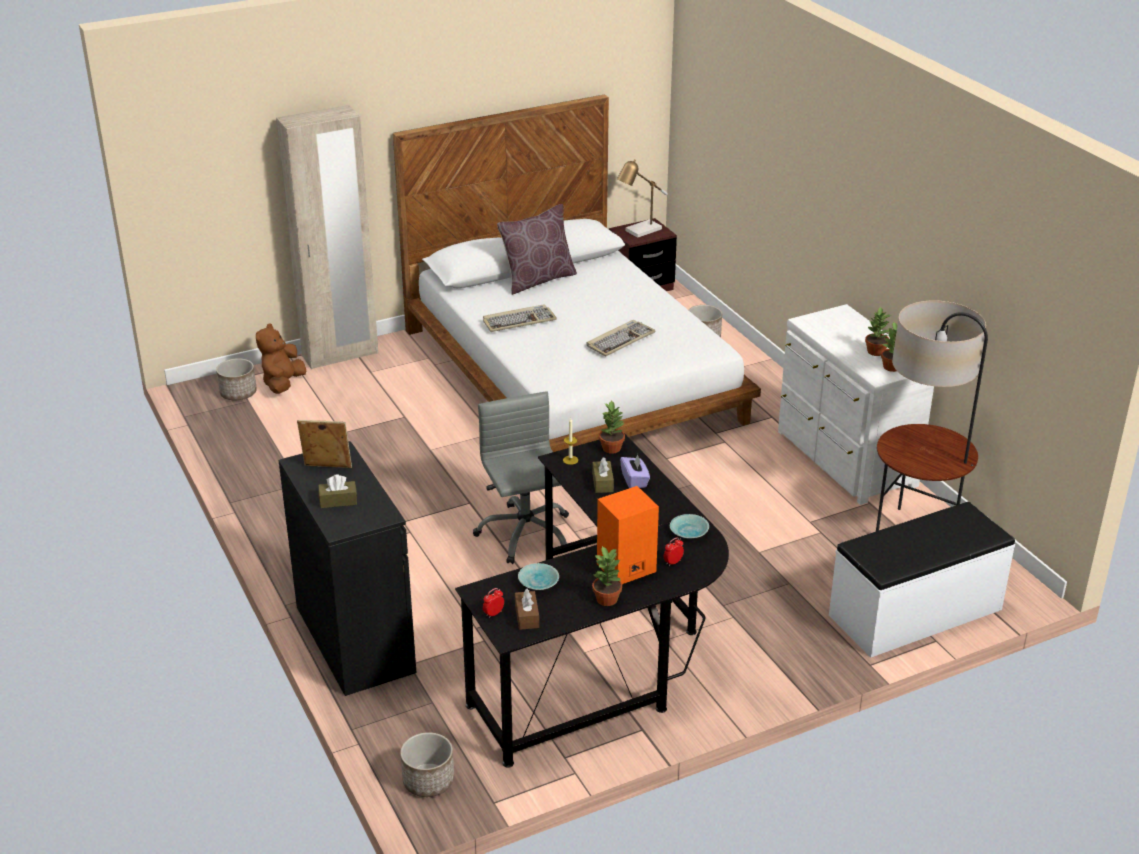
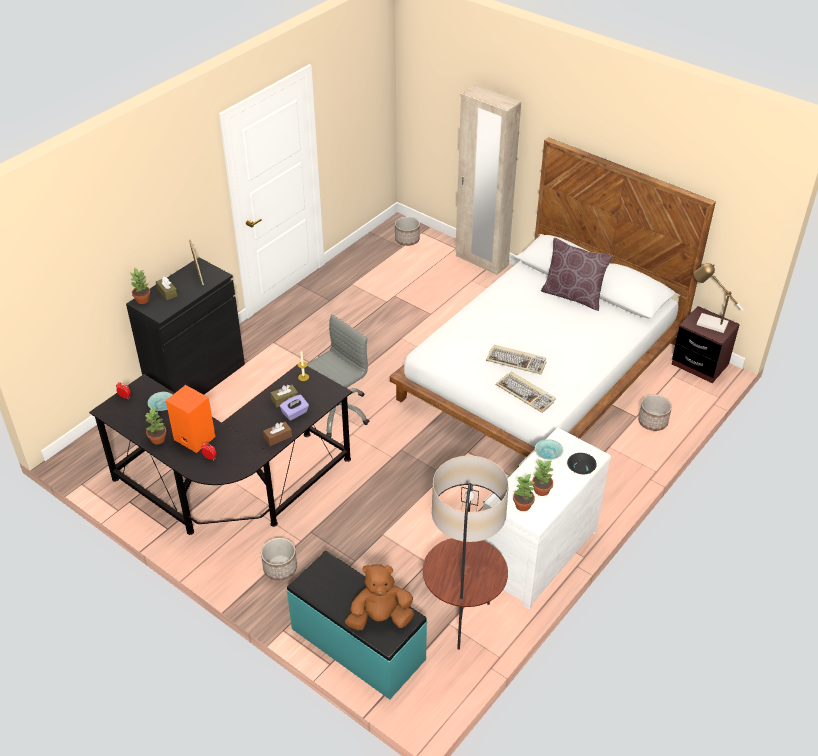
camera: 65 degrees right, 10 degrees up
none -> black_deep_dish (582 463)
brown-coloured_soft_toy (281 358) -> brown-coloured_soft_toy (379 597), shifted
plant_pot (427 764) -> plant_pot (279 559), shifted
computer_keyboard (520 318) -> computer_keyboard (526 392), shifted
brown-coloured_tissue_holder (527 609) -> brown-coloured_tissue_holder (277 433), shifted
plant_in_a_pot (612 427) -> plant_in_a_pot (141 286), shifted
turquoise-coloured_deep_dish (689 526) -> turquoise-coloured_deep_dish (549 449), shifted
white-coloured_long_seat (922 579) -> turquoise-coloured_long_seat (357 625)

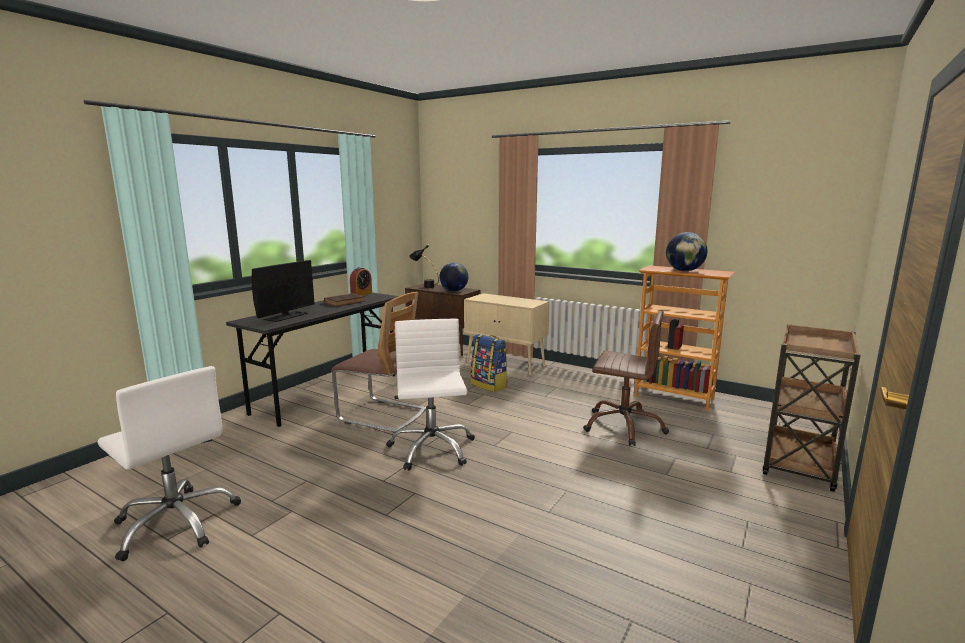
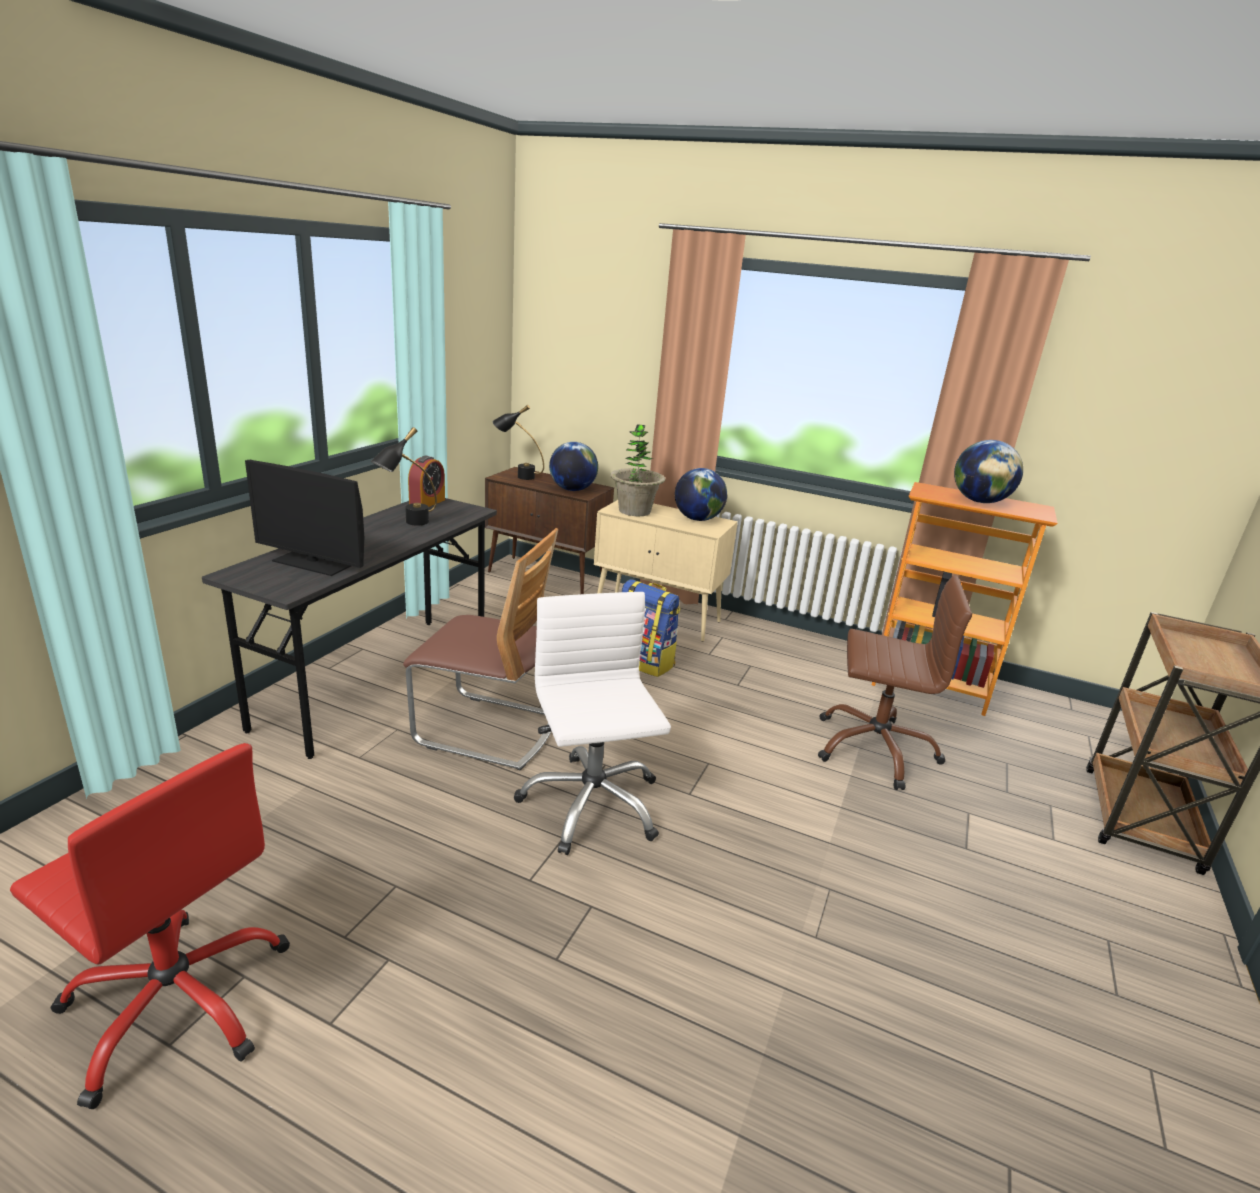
camera: 10 degrees left, 10 degrees up
none -> plant_in_a_pot (637 470)
none -> world_globe (701 494)
brown-coloured_volume (344 300) -> black_tabletop_lamp (404 476)
white-coloured_computer_chair (169 463) -> red-coloured_computer_chair (150 926)
computer_display (283 291) -> computer_display (304 518), 90 degrees clockwise

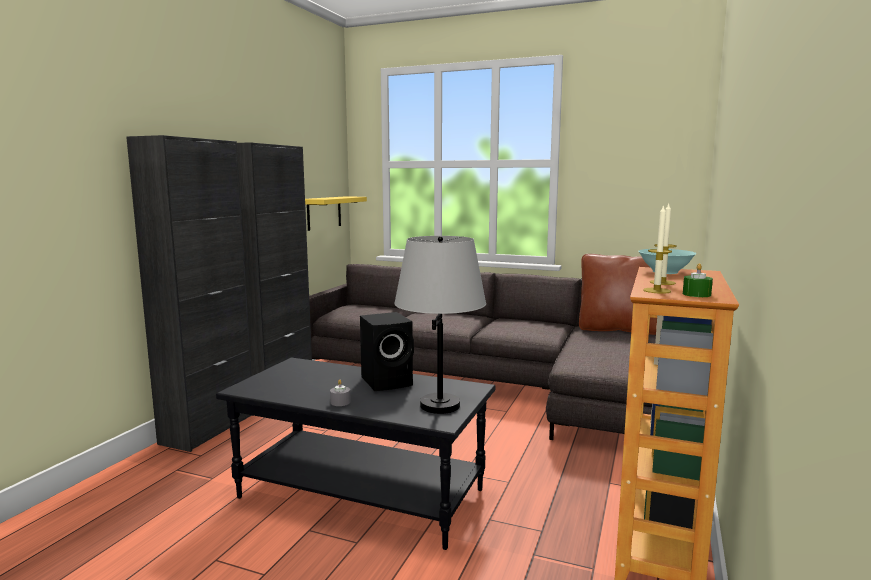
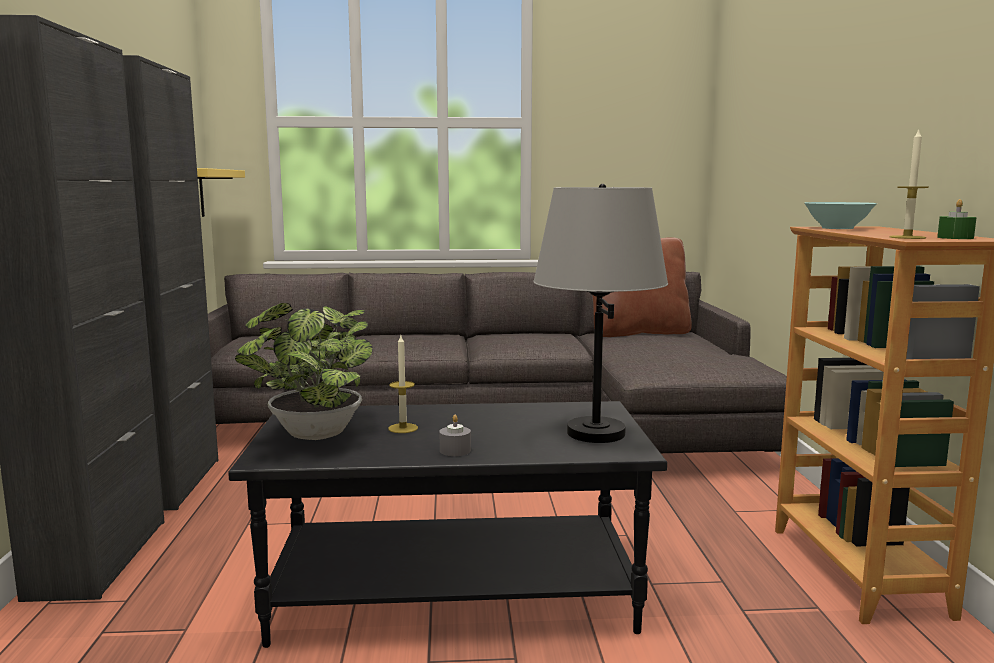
camera: 25 degrees left, 0 degrees up
black_loudspeaker (387 351) -> none
none -> plant_in_a_pot (304 371)
wax_light (663 244) -> wax_light (403 384), shifted

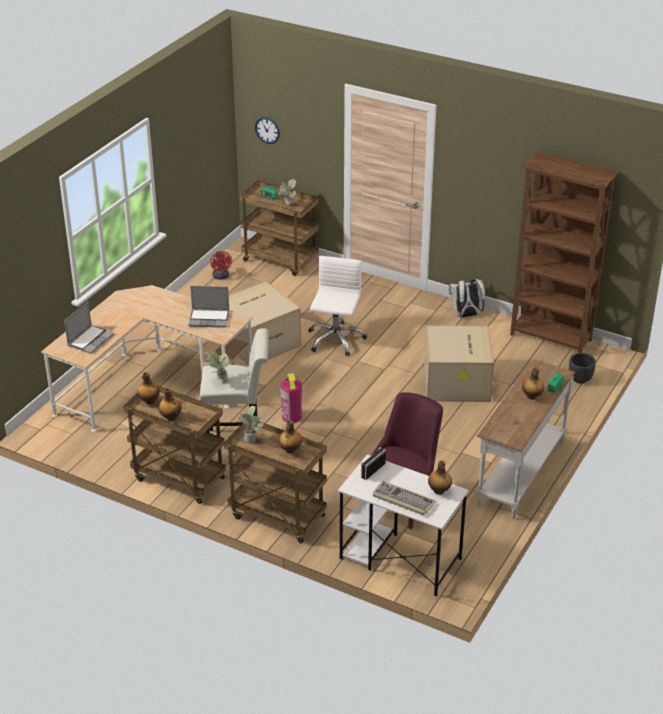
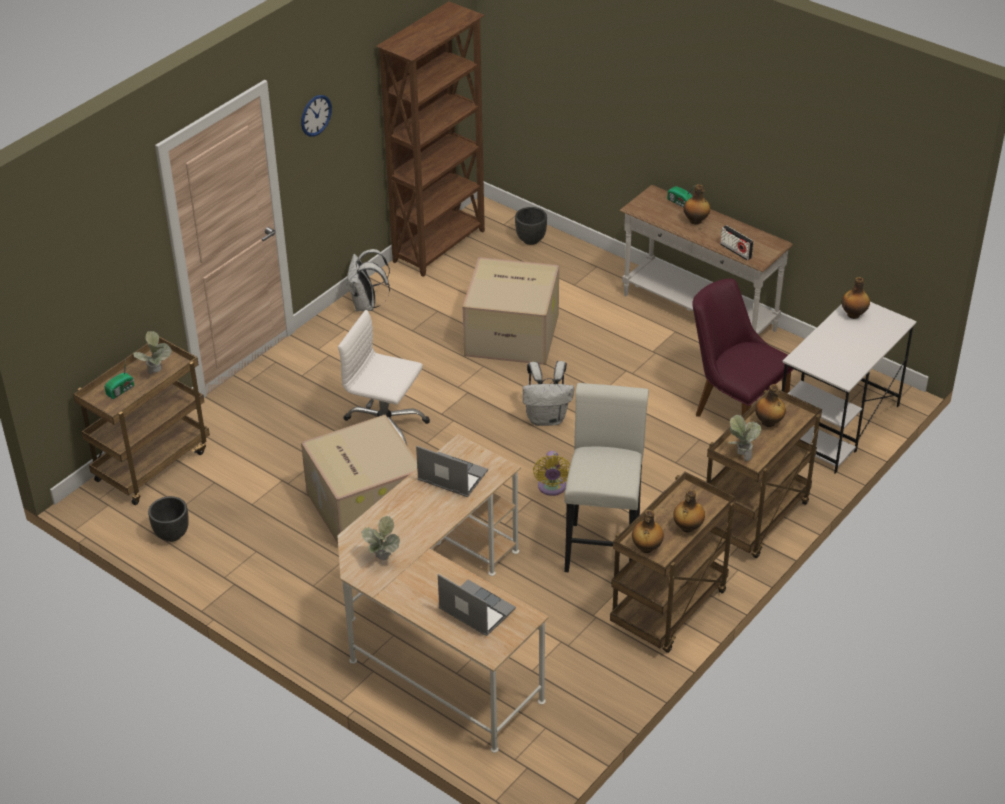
camera: 80 degrees left, 5 degrees up
computer_keyboard (404 498) -> none
none -> white-coloured_backpack (548 393)
plant_in_a_pot (218 367) -> plant_in_a_pot (380 538), shifted
clock_on_the_wall (267 130) -> clock_on_the_wall (316 116), shifted
radio (373 463) -> radio (737 243), shifted
red-coloured_fan (221 265) -> black_plant_pot (168 519)
fire_extinguisher (291 398) -> yellow_fan (551 473)
notebook_computer (209 307) -> notebook_computer (452 471), 75 degrees counterclockwise

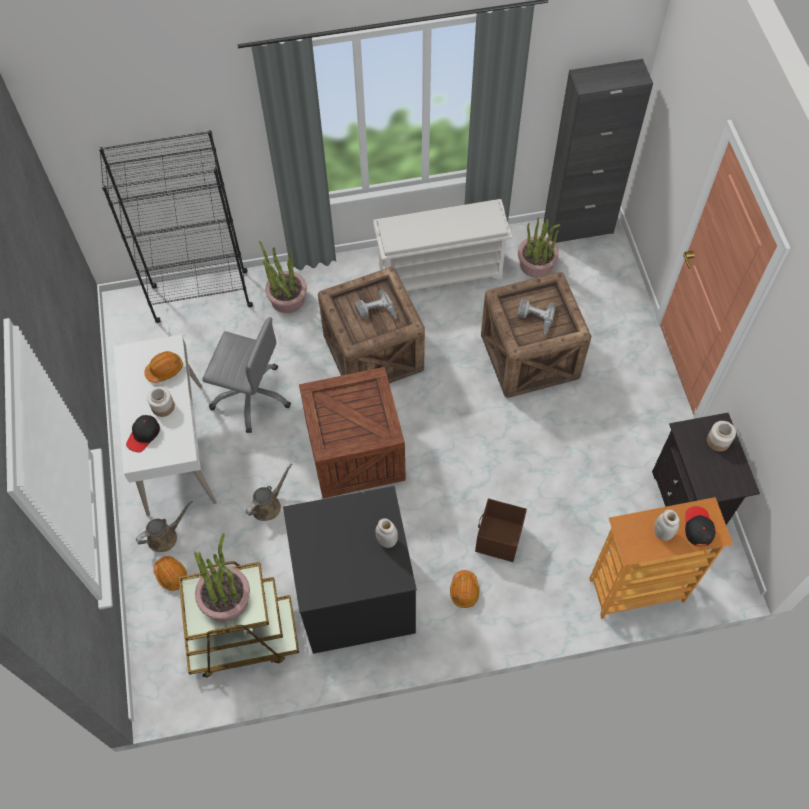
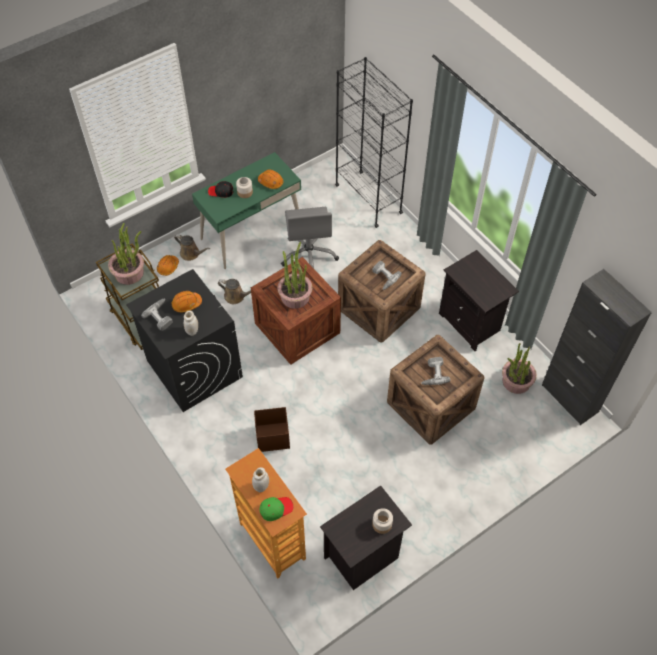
camera: 65 degrees right, 5 degrees down
none -> electric_drill (157 315)
plant_in_a_pot (283 277) -> plant_in_a_pot (294 275), shifted
orange-coloured_work_helmet (464 589) -> orange-coloured_work_helmet (187 301), shifted
white-coloured_shoe_stand (442 245) -> black_bedside_table (479 300)
white-coloured_desk_table (165 425) -> green-coloured_desk_table (246 210)
black_cap (700 526) -> green-coloured_cap (276 509)

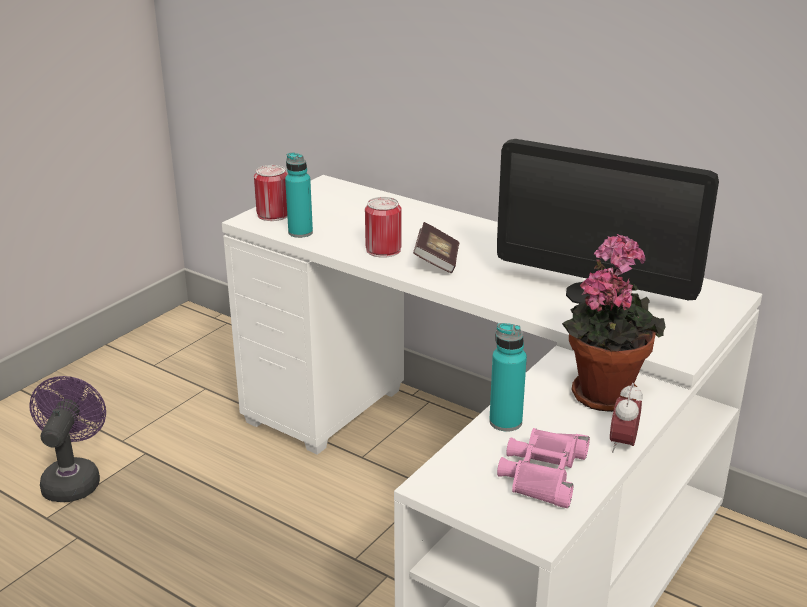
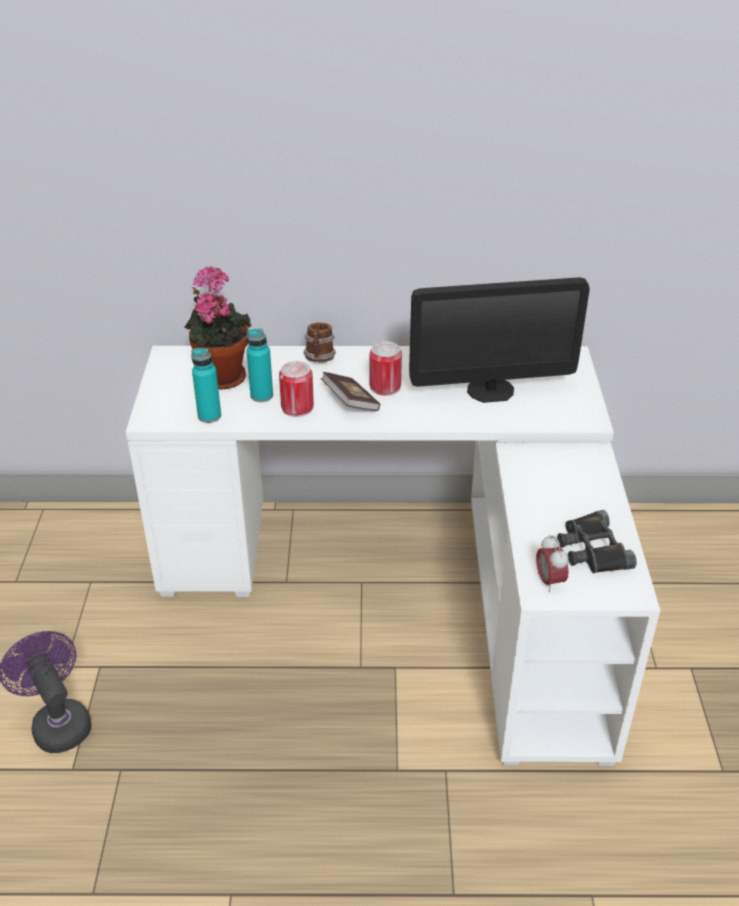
camera: 35 degrees left, 10 degrees up
none -> tea_mug (319 342)
can (271 193) -> can (385 368), shifted
turquoise-coloured_bottle (508 377) -> turquoise-coloured_bottle (260 365), shifted
plant_in_a_pot (614 323) -> plant_in_a_pot (218 328), shifted
bedside_clock (626 418) -> bedside_clock (552 564), shifted
pink_binoculars (543 468) -> black_binoculars (597 541)

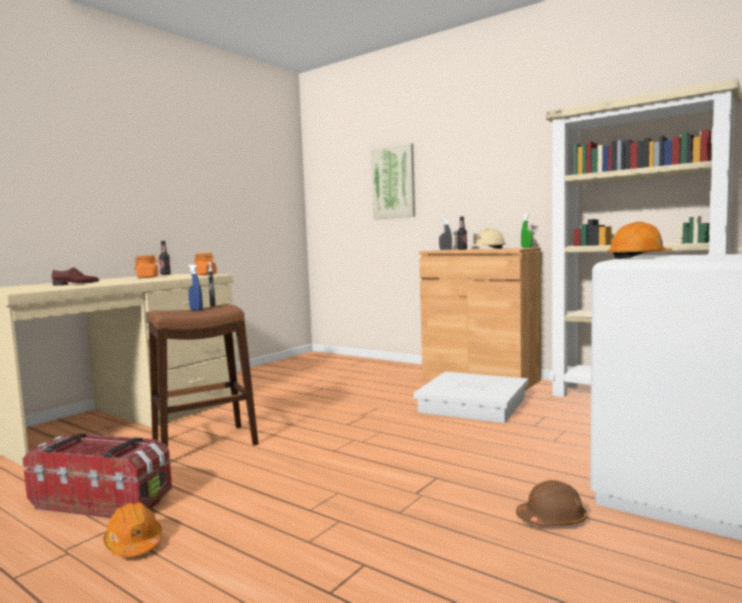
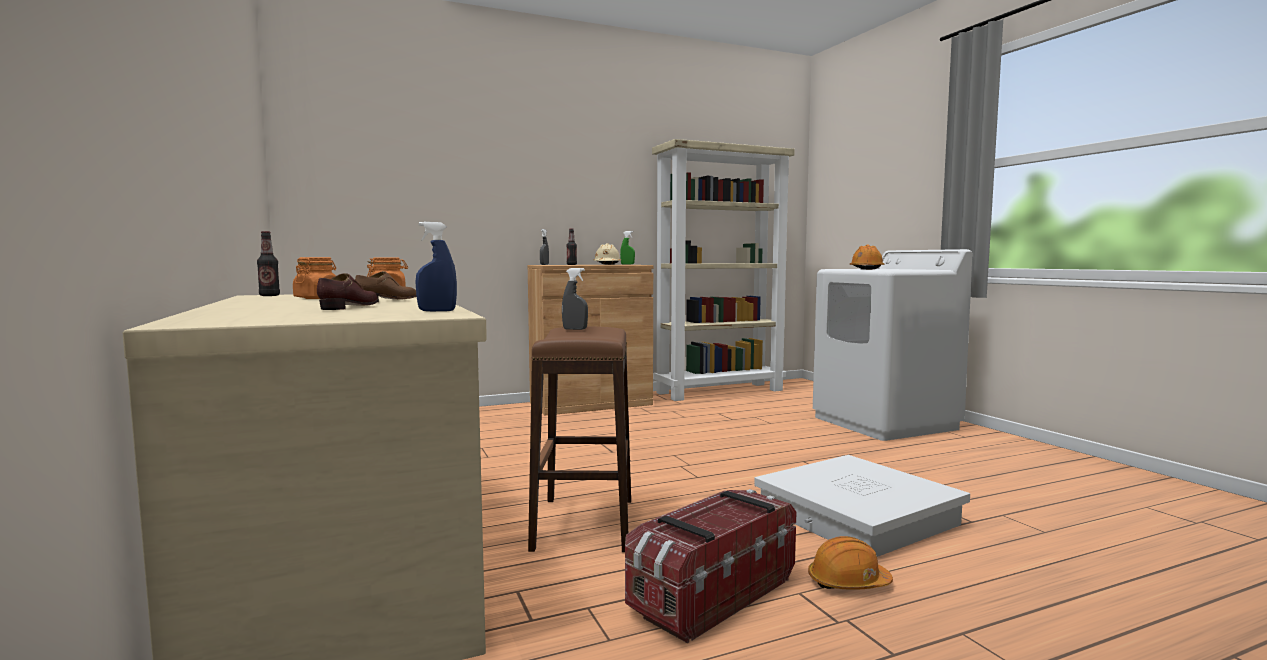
camera: 60 degrees left, 0 degrees up
wall_art (393 181) -> none
brown-coloured_work_helmet (551 503) -> none
none -> brown-coloured_shoe (386 286)
blue_hand_sprayer (195 287) -> blue_hand_sprayer (436 266), shifted
white-coloured_storage_bin (470 397) -> white-coloured_storage_bin (862 506), shifted

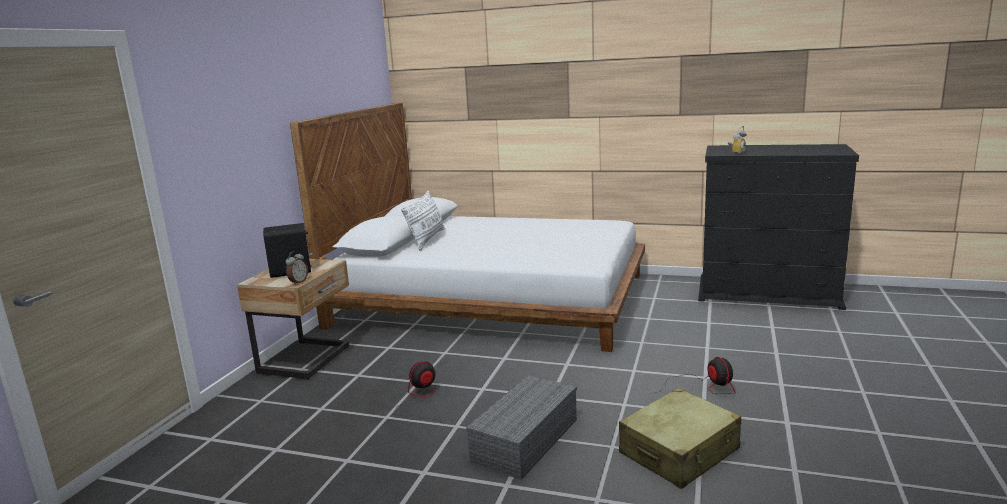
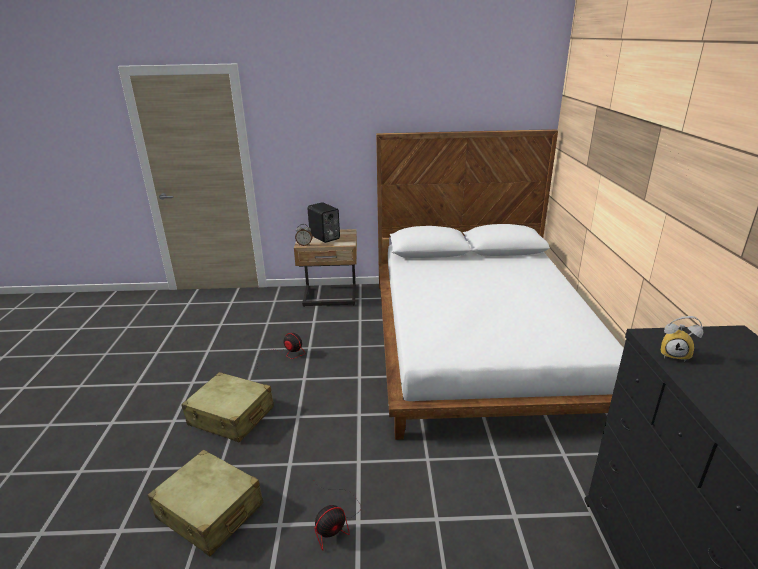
camera: 70 degrees right, 10 degrees up
white-coloured_cushion (423 221) -> none
grey_storage_bin (521 427) -> beige_piece_of_luggage (227 407)

